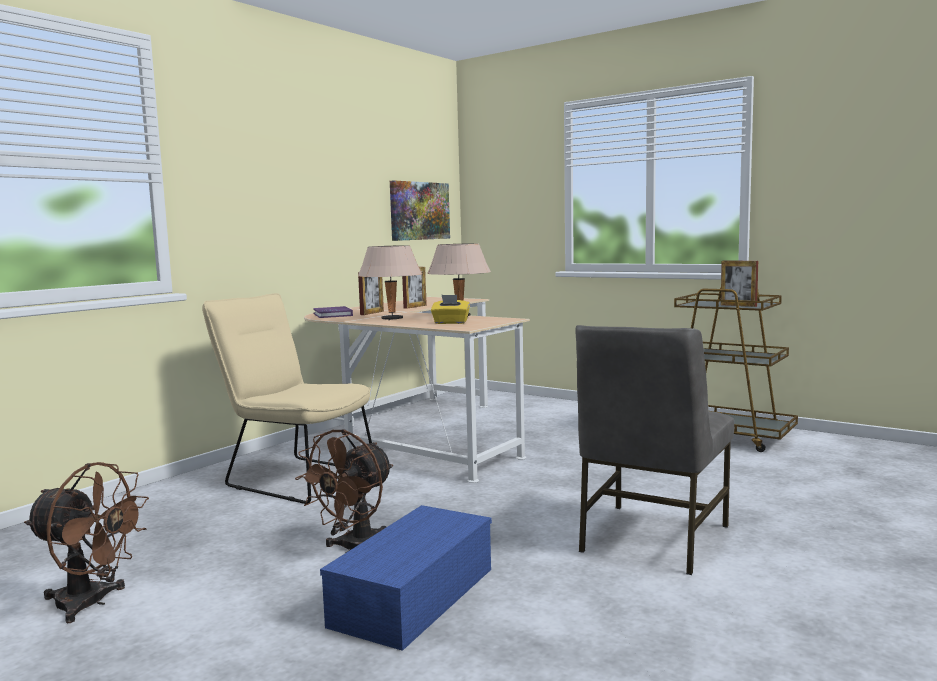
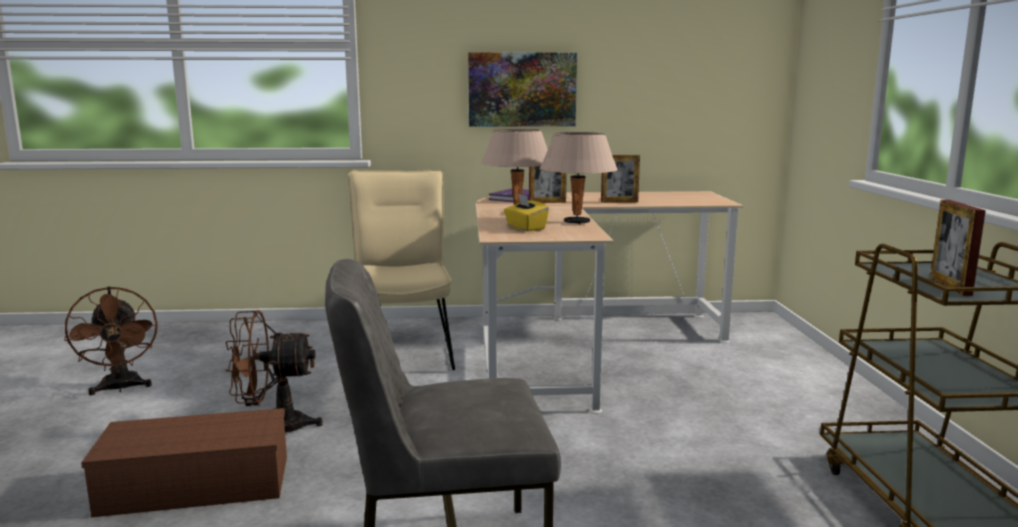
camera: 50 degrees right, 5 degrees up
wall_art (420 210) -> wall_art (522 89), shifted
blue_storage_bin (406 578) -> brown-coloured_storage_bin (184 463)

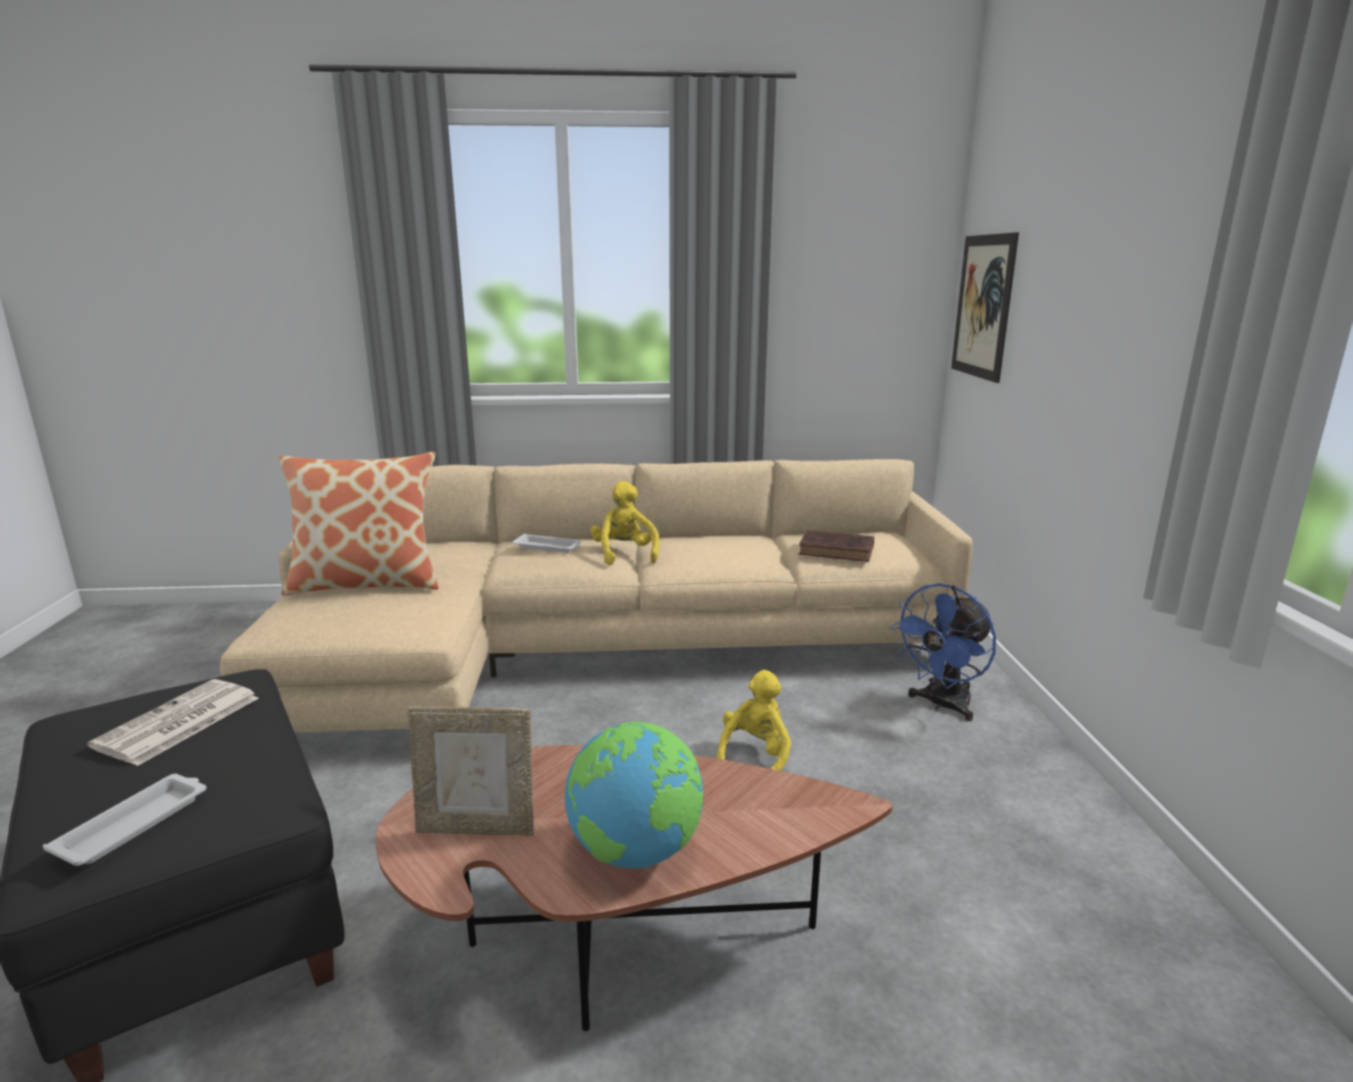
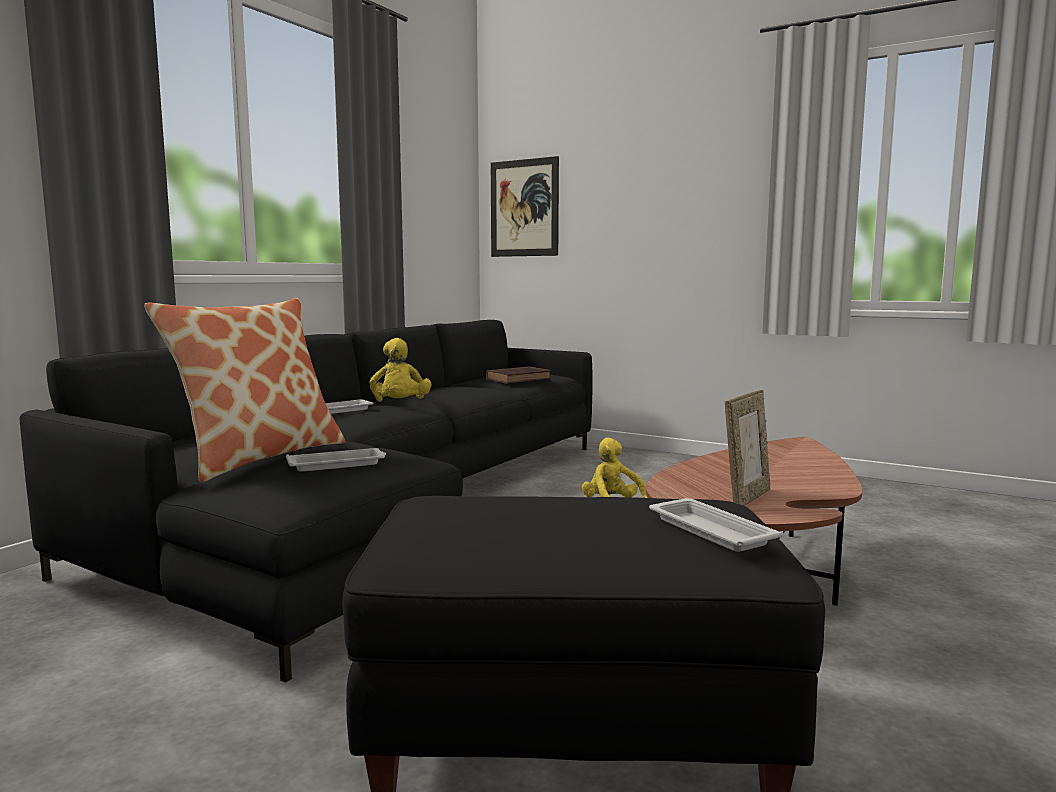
camera: 55 degrees left, 10 degrees down
daily_paper (173 722) -> none
world_globe (634 795) -> none
blue_fan (943 652) -> none
none -> white-coloured_tray (336 460)
beige_settee (596 595) -> black_settee (306 501)
yellow_soft_toy (625 523) -> yellow_soft_toy (400 370), 120 degrees counterclockwise

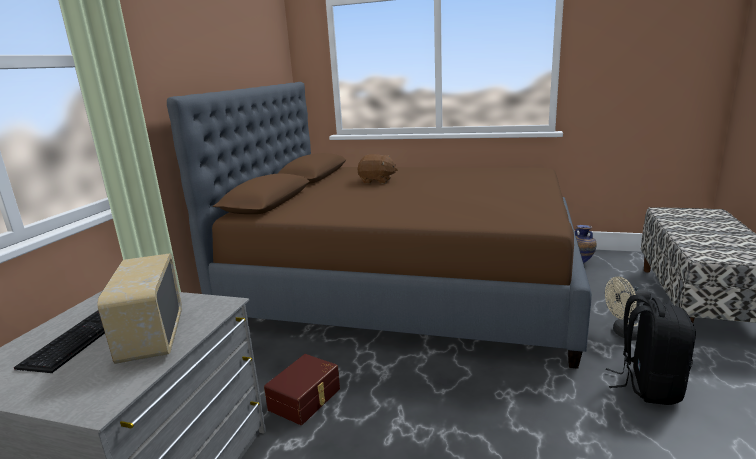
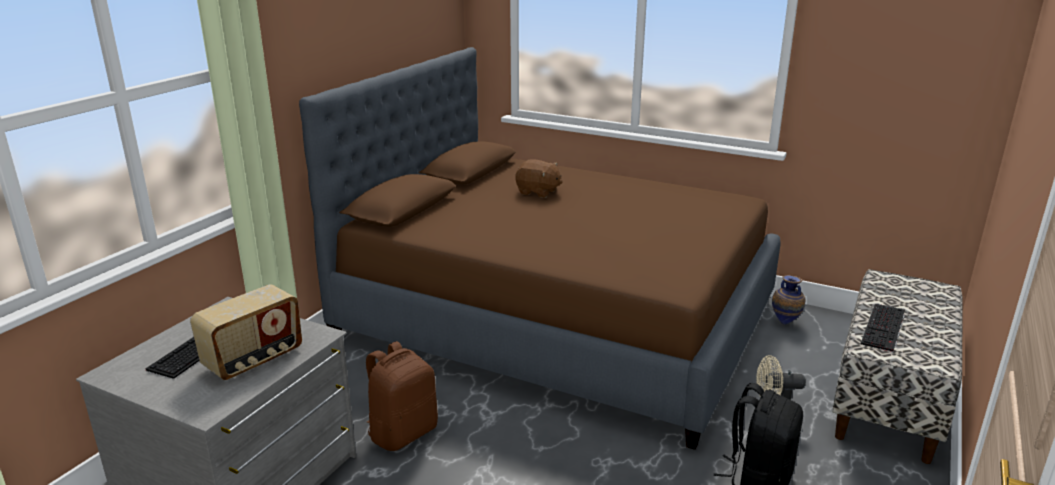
camera: 10 degrees right, 5 degrees up
none -> computer_keyboard (883 328)
brown-coloured_storage_bin (302 389) -> brown-coloured_backpack (402 396)
radio (140 308) -> radio (246 332), 135 degrees counterclockwise

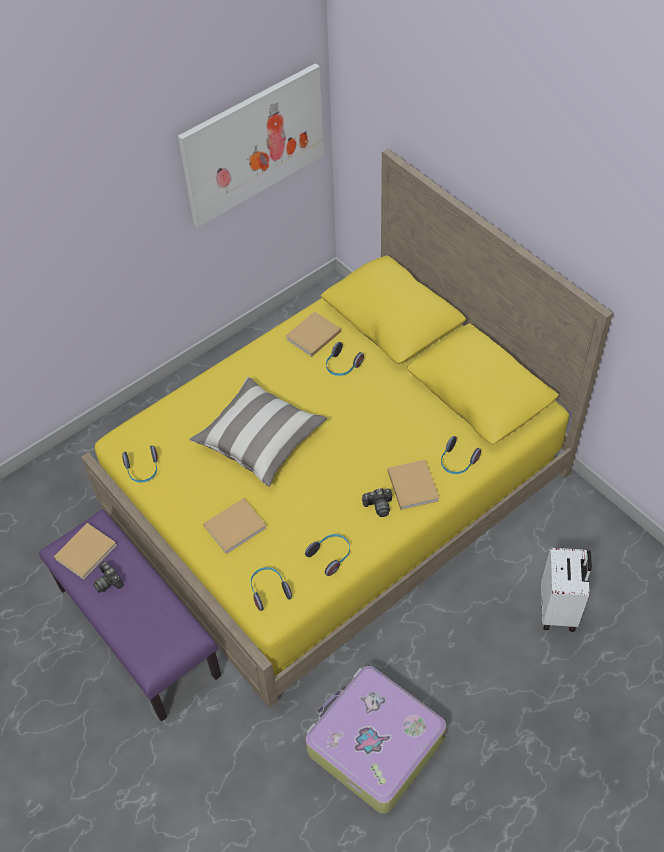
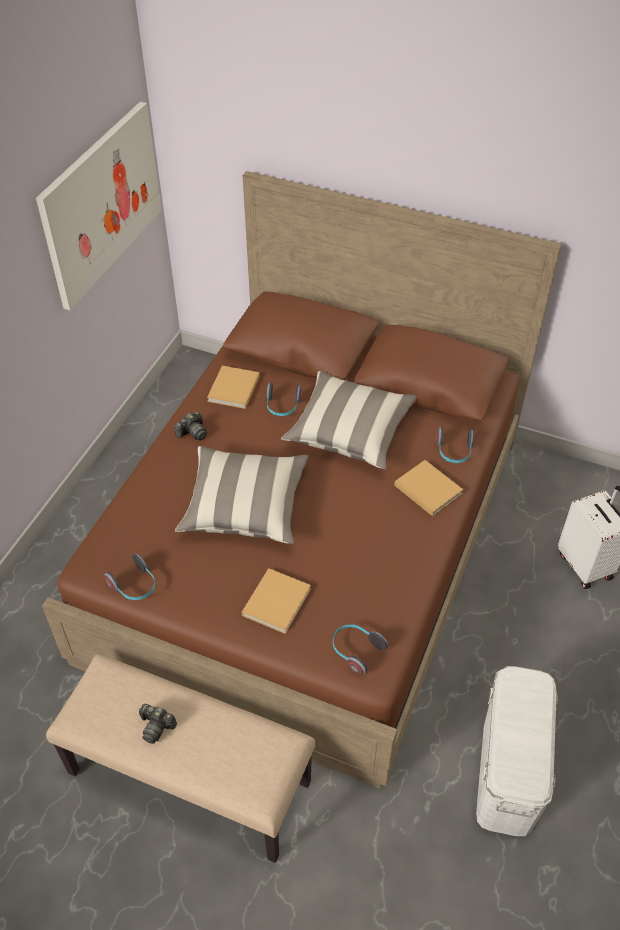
camera: 30 degrees left, 5 degrees down
beige_volume (85 551) -> none
headphones (327 555) -> none
none -> cushion (349 420)
still_camera (377 502) -> still_camera (190 426), shifted
piece_of_luggage (375 740) -> white-coloured_storage_bin (517 751)
purple-coloured_long_seat (130 615) -> beige_long_seat (180 758)
yellow_bed (347 428) -> brown-coloured_bed (302 480)

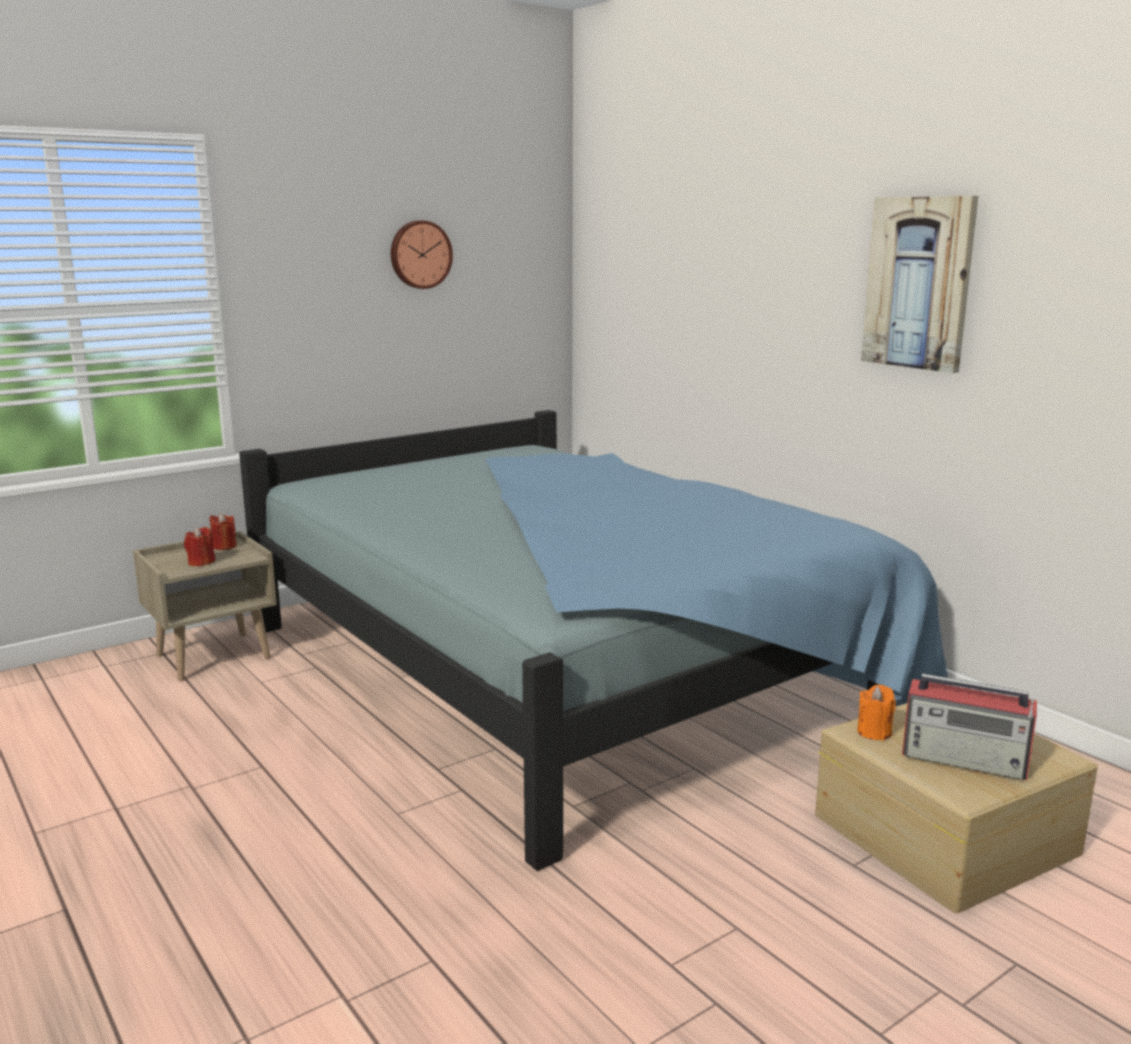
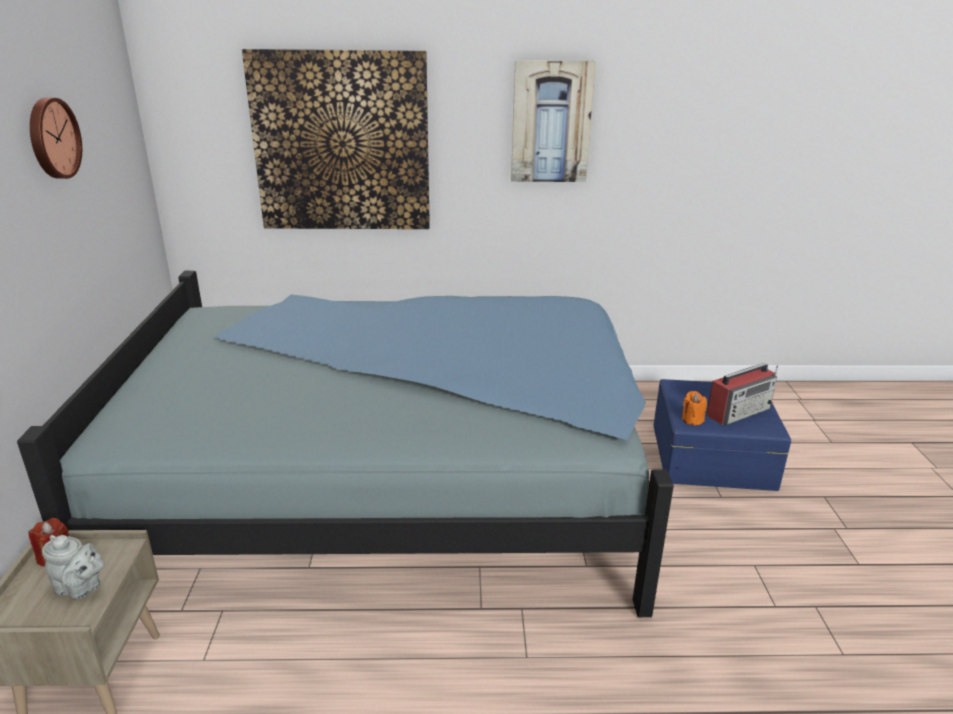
camera: 55 degrees left, 10 degrees up
none -> wall_art (336 139)
red-coloured_wax_light (199 546) -> grey_pot_for_tea (73 567)
beige_storage_bin (956 808) -> blue_storage_bin (722 435)

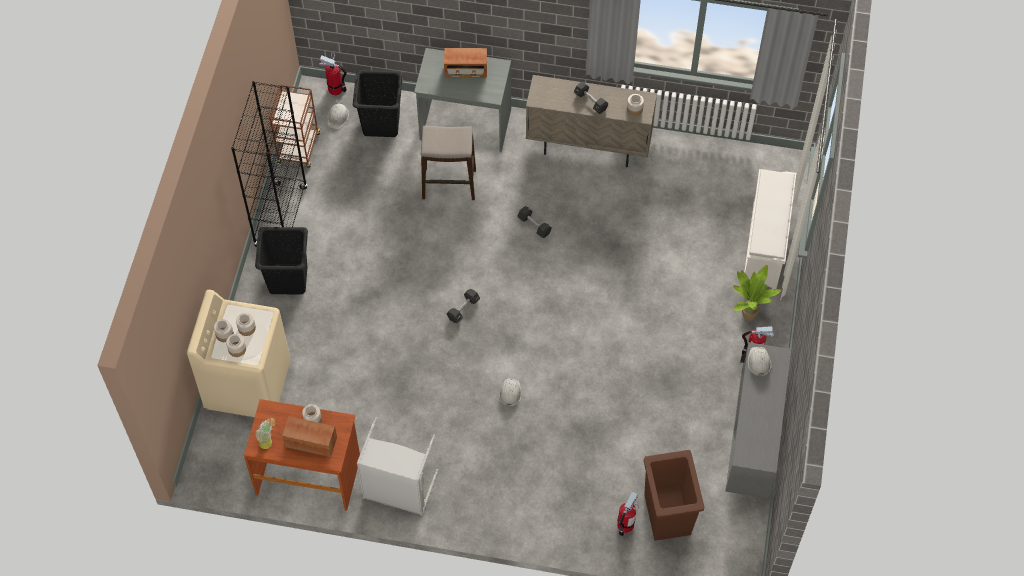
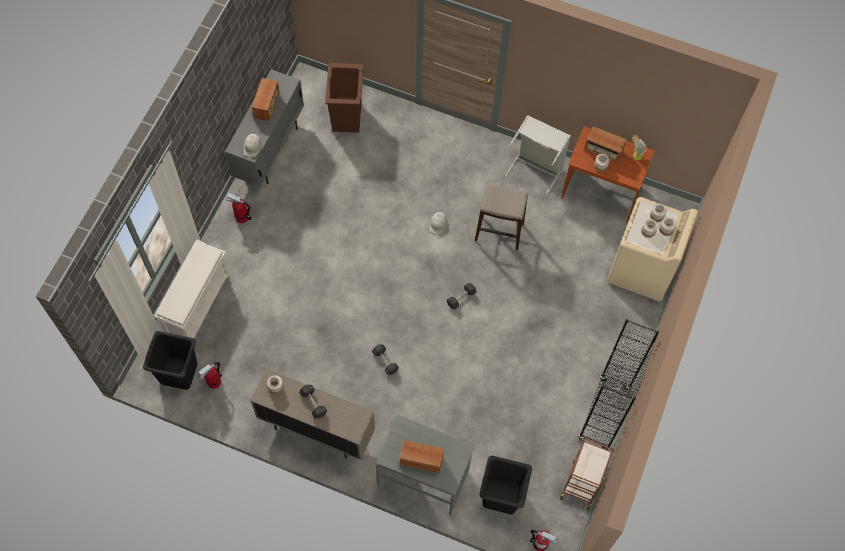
camera: 170 degrees left, 5 degrees up
white-coloured_work_helmet (338 116) -> none
plant_in_a_pot (757 293) -> none
none -> radio (266 99)
black_laundry_basket (281 260) -> black_laundry_basket (170 360), shifted
sitting_stool (448 163) -> sitting_stool (501 217), shifted
fire_extinguisher (628 513) -> fire_extinguisher (210 375), shifted

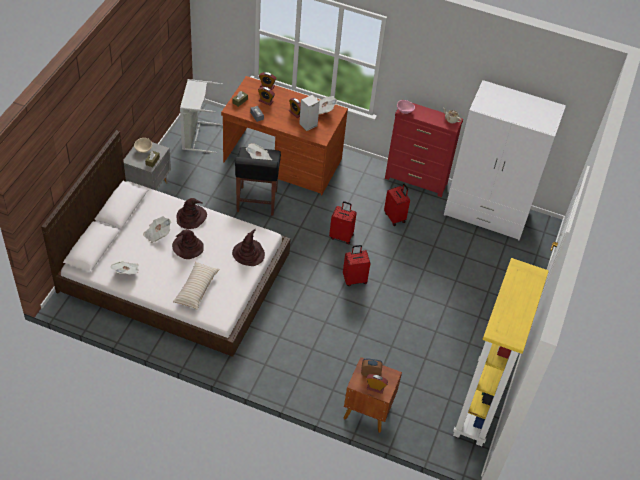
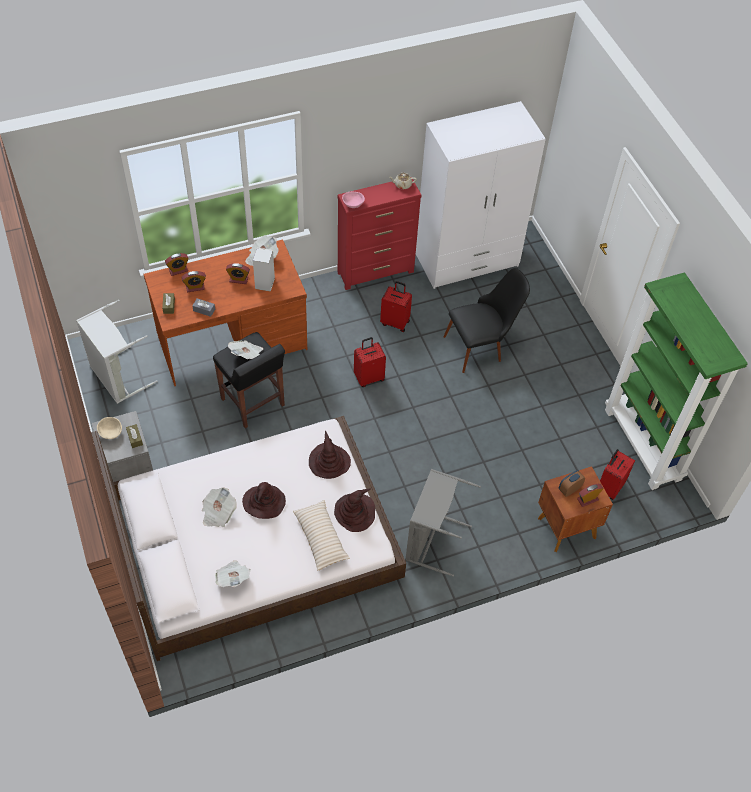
camera: 40 degrees left, 5 degrees up
none -> grey_laundry_basket (443 522)
none -> black_plain_chair (486 320)
brown-coloured_wearable_hat (192 213) -> brown-coloured_wearable_hat (354 510), shifted
red-coloured_piece_of_luggage (356 265) -> red-coloured_piece_of_luggage (617 474), shifted
yellow_bookcase (501 352) -> green-coloured_bookcase (676 381)

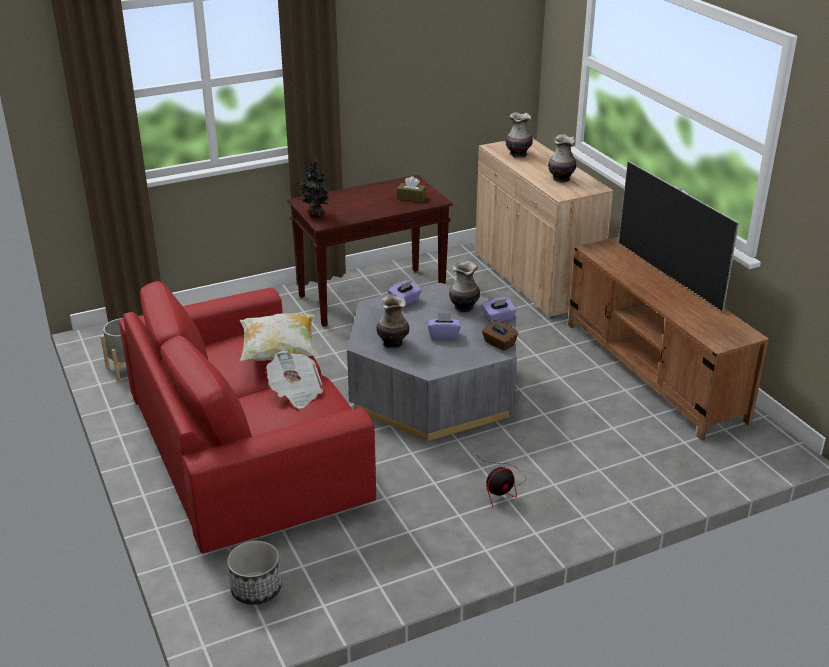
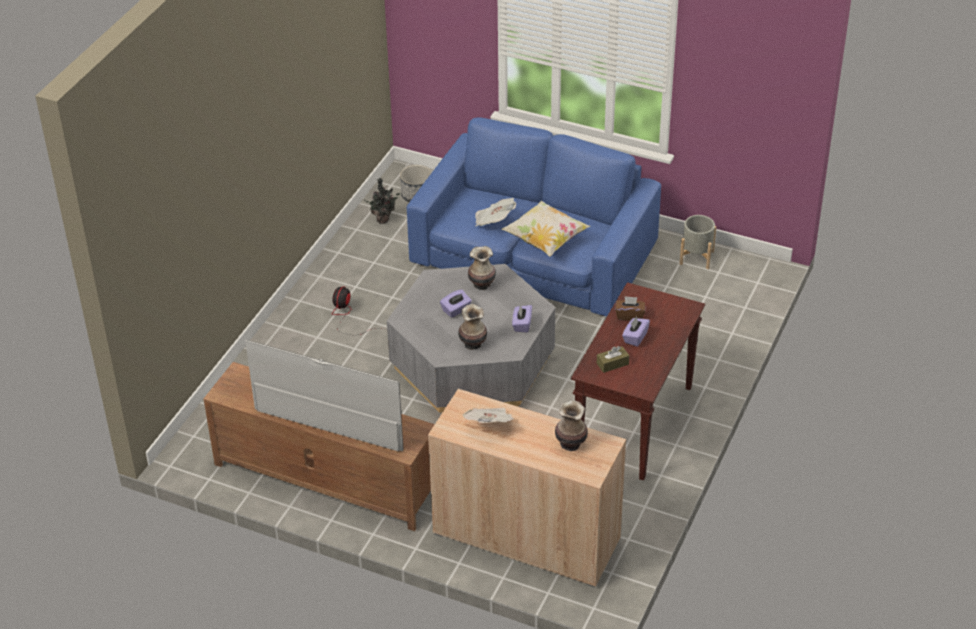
camera: 140 degrees right, 10 degrees up
plant_in_a_pot (312 188) -> plant_in_a_pot (382 201), shifted
purple-coloured_tissue_holder (499 310) -> purple-coloured_tissue_holder (636 331), shifted
brown-coloured_tissue_holder (500 335) -> brown-coloured_tissue_holder (630 308), shifted
decorative_vase (562 158) -> daily_paper (488 415)
red-coloured_settee (247 417) -> blue_settee (534 217)

